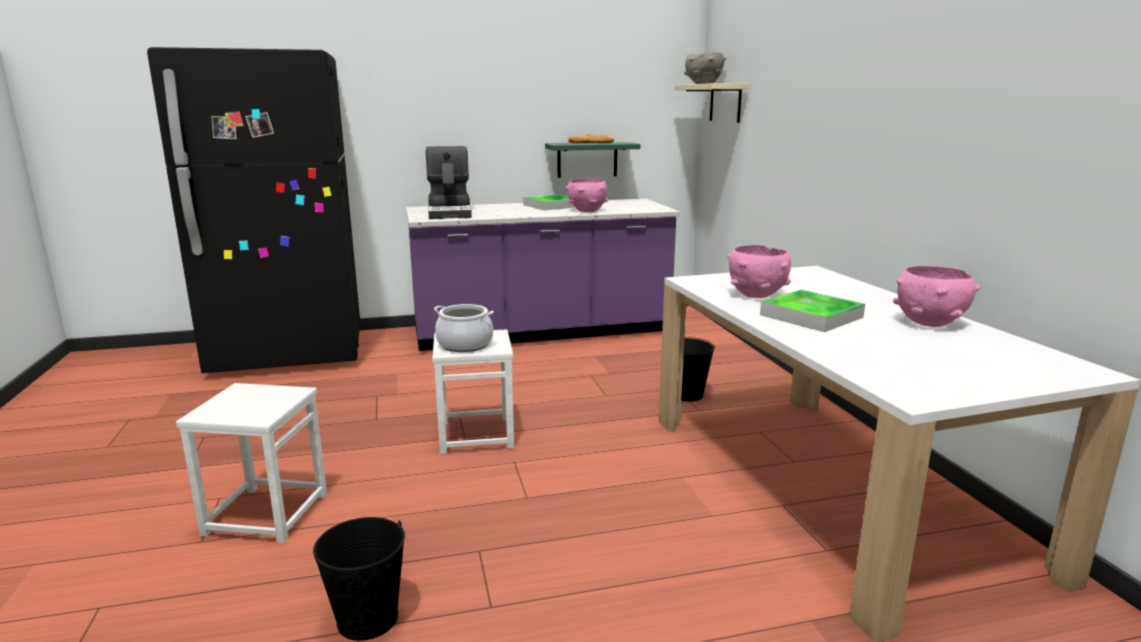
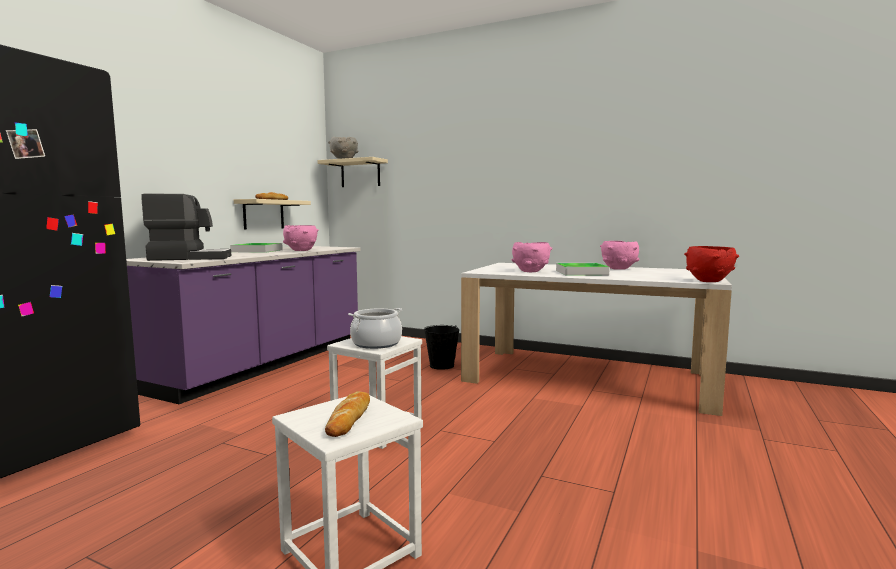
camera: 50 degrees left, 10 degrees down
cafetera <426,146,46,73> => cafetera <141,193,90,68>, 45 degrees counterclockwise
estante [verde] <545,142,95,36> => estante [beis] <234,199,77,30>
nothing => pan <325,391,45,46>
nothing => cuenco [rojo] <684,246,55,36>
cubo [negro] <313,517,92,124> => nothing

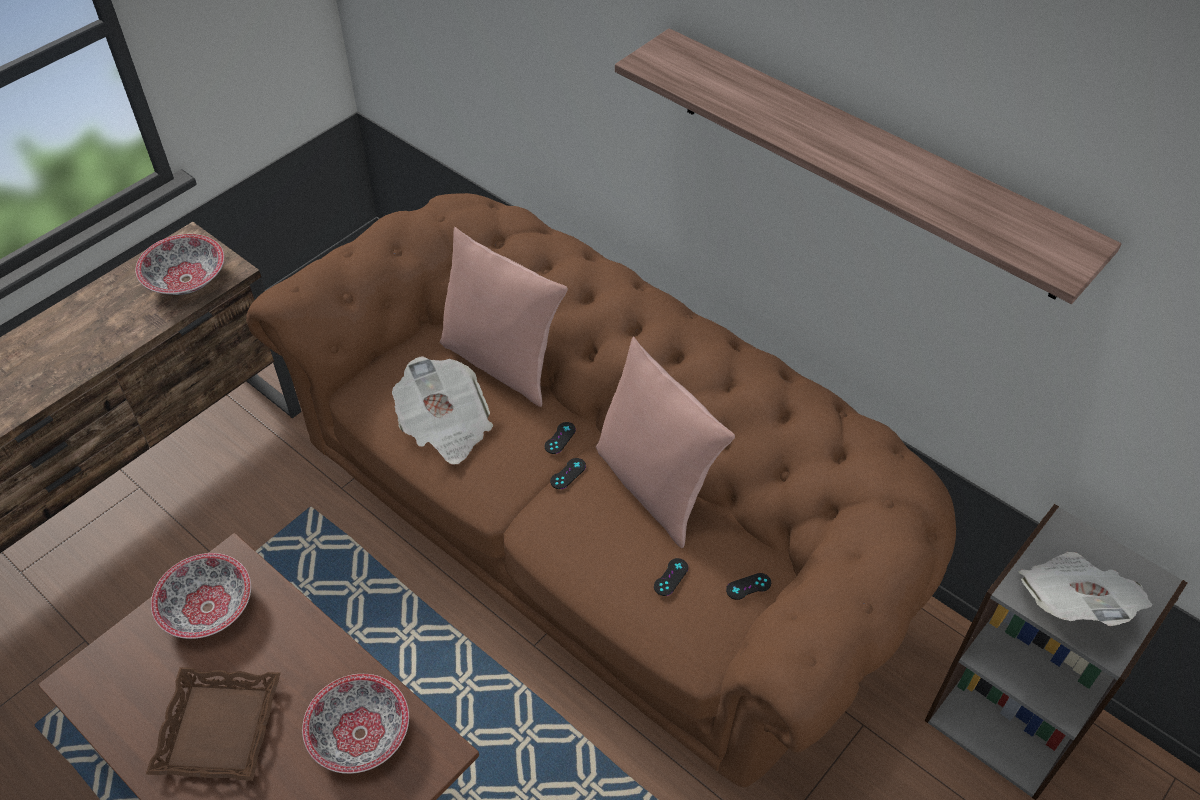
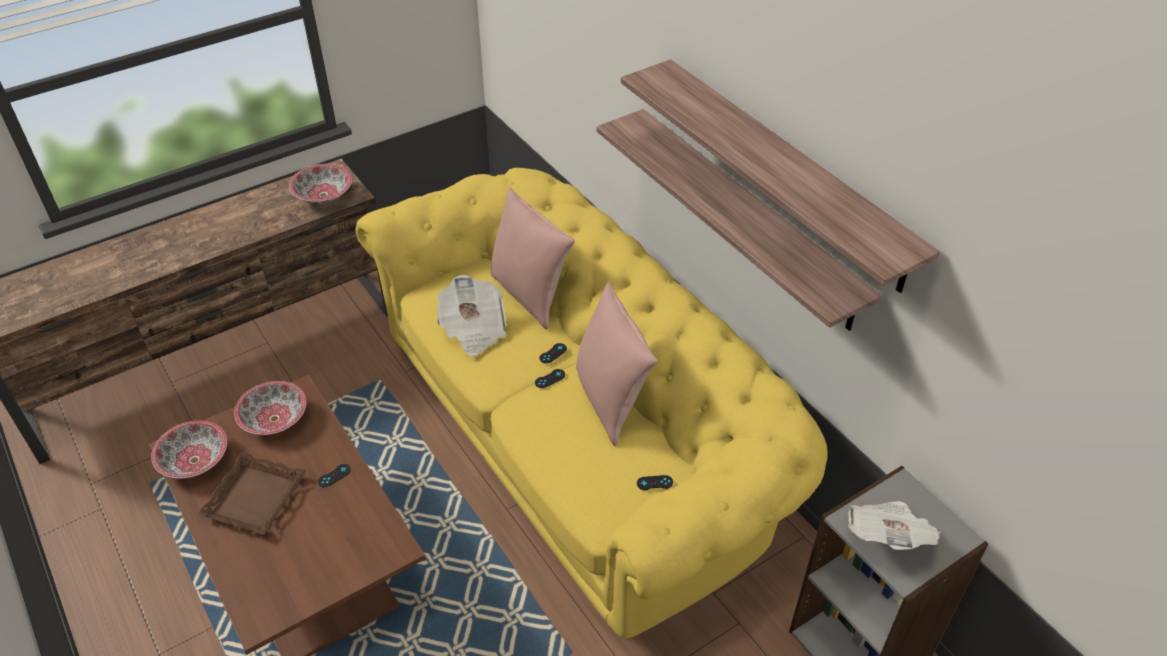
camera: 15 degrees right, 5 degrees down
cuenco <302,674,107,100> => cuenco <151,421,76,58>, relocated
mando de consola [negro] <654,558,34,38> => mando de consola [negro] <318,464,33,23>, relocated
sofá [marrón] <246,193,710,594> => sofá [amarillo] <355,168,472,471>
nothing => estante <597,109,285,222>

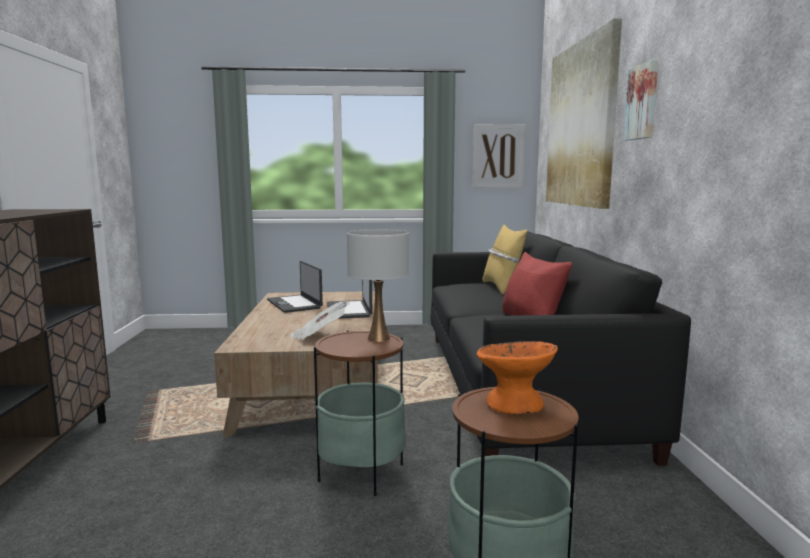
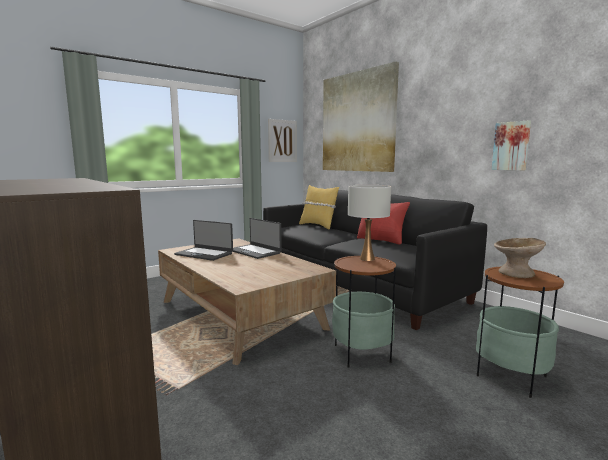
camera: 35 degrees left, 0 degrees up
cuadro <624,60,35,81> => cuadro <492,120,39,50>, relocated
cuenco [naranja] <477,341,81,74> => cuenco [beis] <494,238,52,40>
periódico <290,301,60,39> => nothing

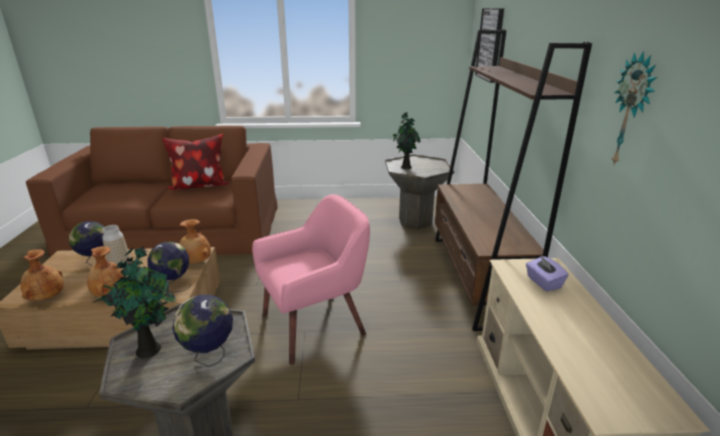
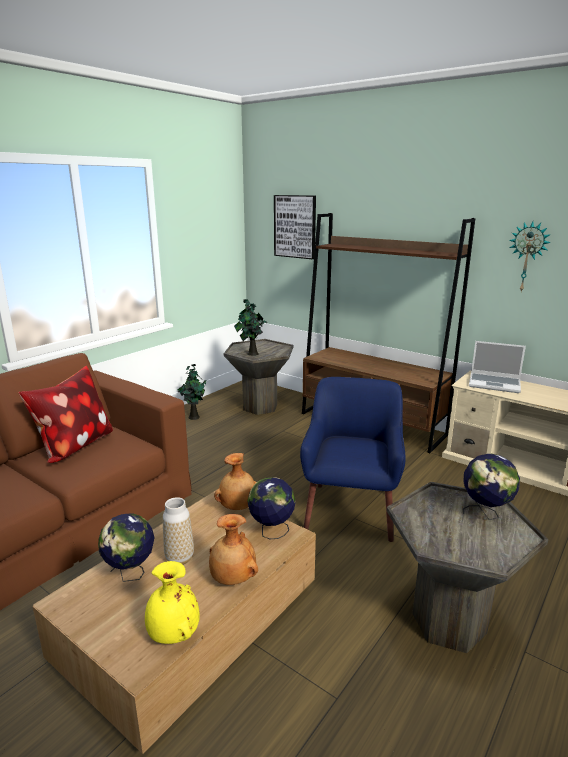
camera: 50 degrees left, 5 degrees down
florero [marrón] <20,249,44,52> => florero [amarillo] <145,561,55,83>
planta en maceta <92,247,84,111> => planta en maceta <178,364,28,56>, relocated
sillón [rosa] <252,194,118,171> => sillón [azul] <300,377,106,165>
caja de pañuelos [morado] <526,256,42,35> => portátil <469,341,57,52>

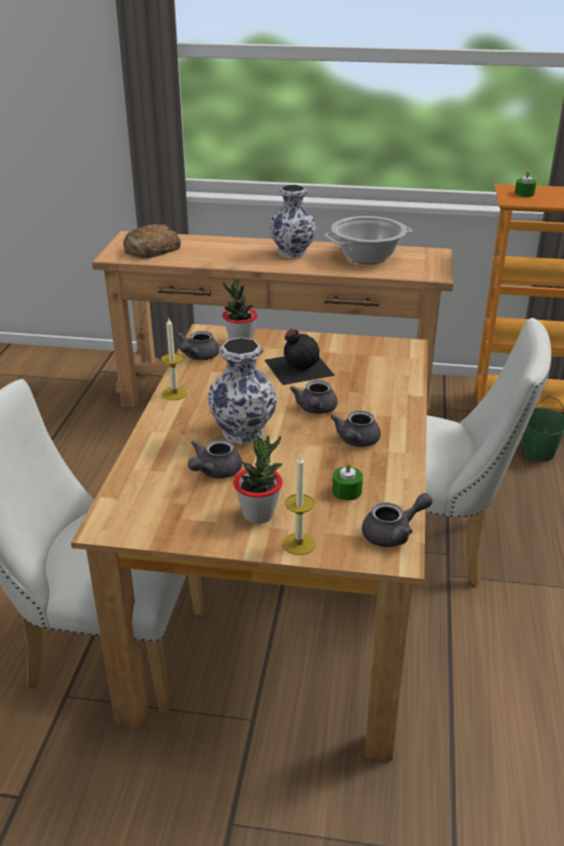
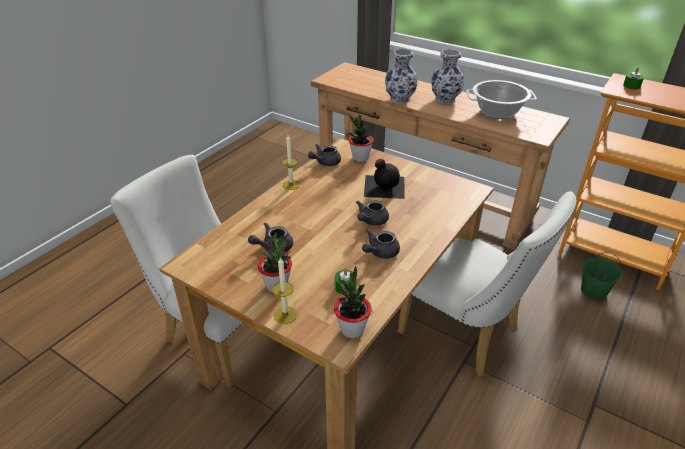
camera: 25 degrees right, 5 degrees up
tetera [gris] <362,493,70,54> => planta en maceta <334,266,37,72>
florero <207,337,70,108> => florero <385,49,33,55>, relocated
pan <123,224,58,35> => nothing

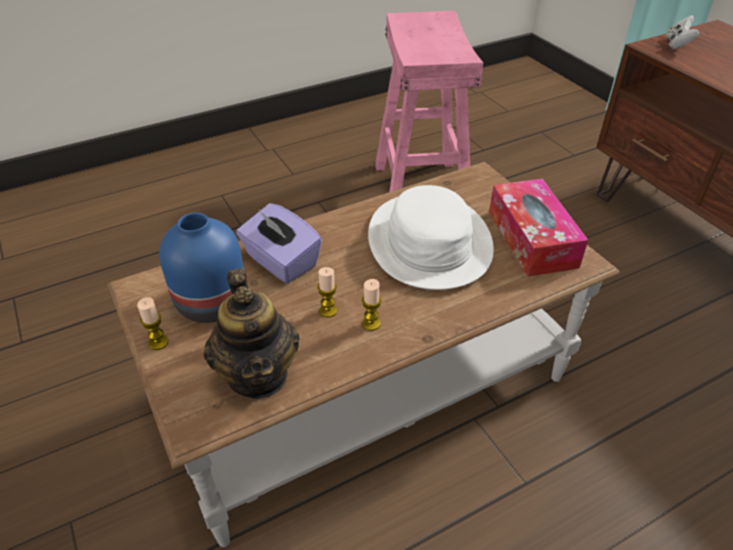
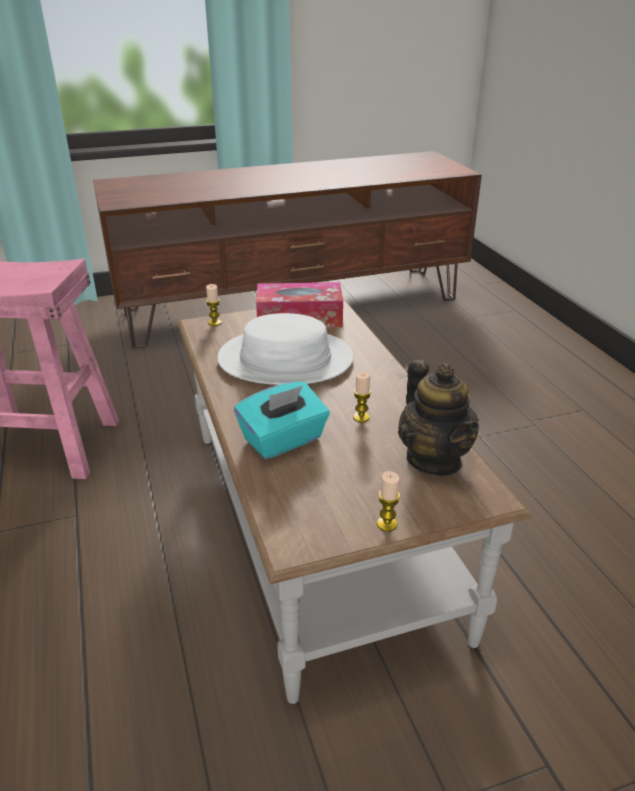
camera: 80 degrees left, 10 degrees down
vela <362,279,19,52> => vela <206,284,16,42>, relocated
caja de pañuelos [morado] <236,203,86,80> => caja de pañuelos [turquesa] <234,382,96,77>
tetera <204,269,96,130> => tetera <398,360,81,116>, 75 degrees clockwise
florero [azul] <159,213,85,110> => nothing
mando de consola [blanco] <666,15,34,34> => nothing

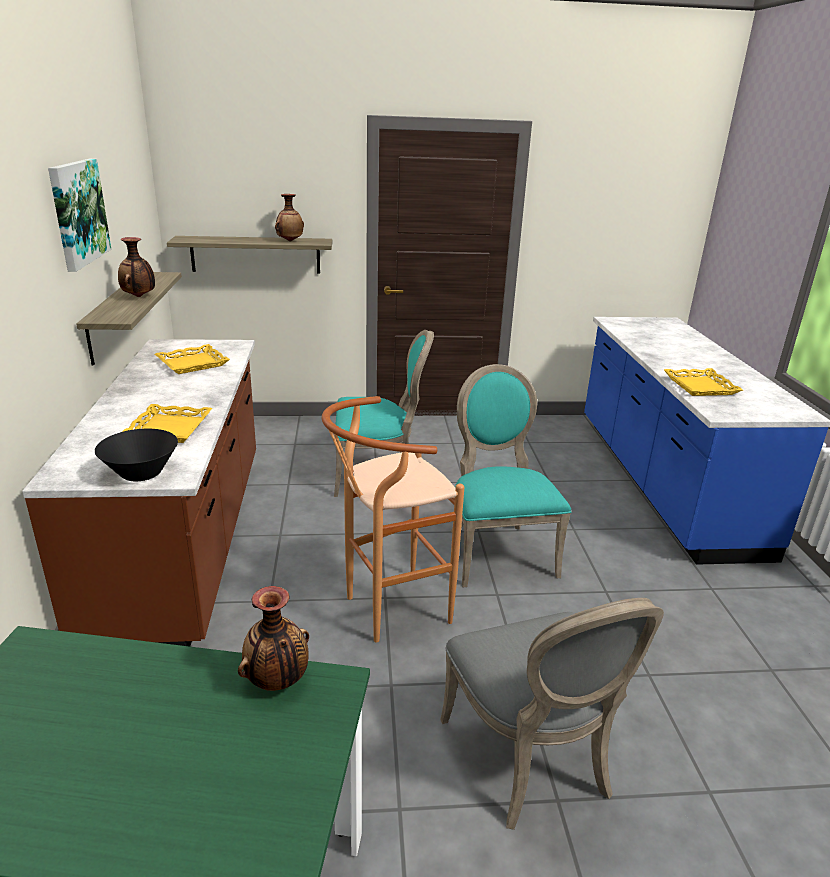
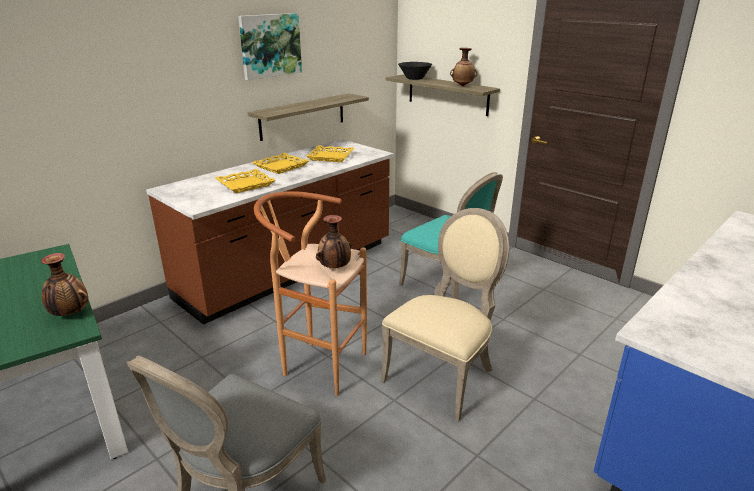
camera: 50 degrees right, 0 degrees up
bandeja [amarillo] <664,368,79,28> => bandeja [amarillo] <252,153,58,21>, relocated
florero <118,237,37,60> => florero <316,215,35,53>, relocated
silla [turquesa] <451,364,120,223> => silla [beis] <381,208,129,214>
cuenco [negro] <95,429,83,52> => cuenco [negro] <398,62,34,18>, relocated

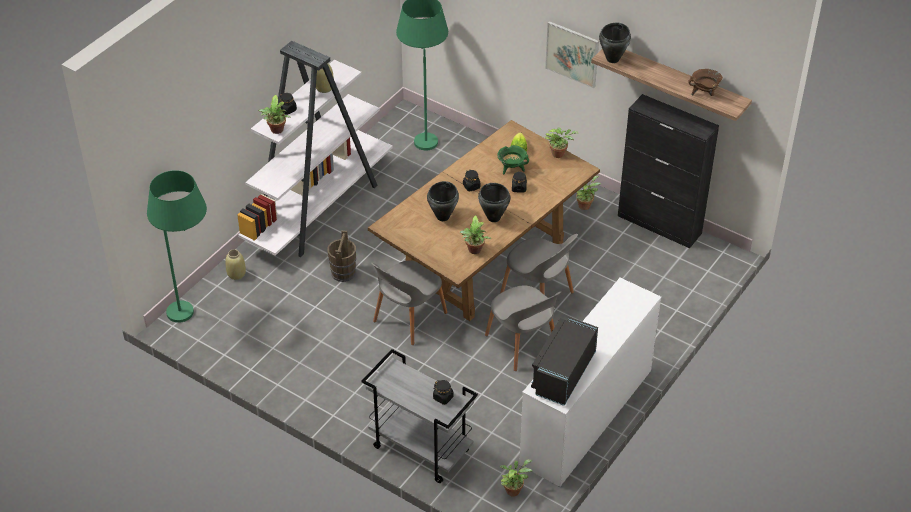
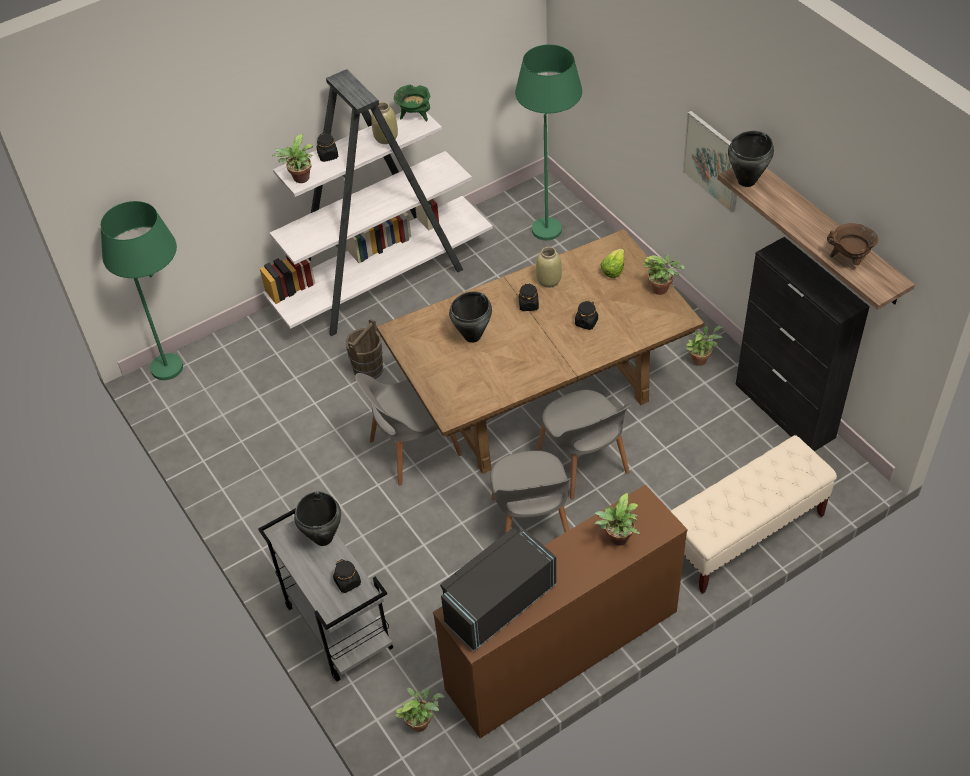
camera: 25 degrees right, 5 degrees up
olla [negro] <478,183,33,39> => olla [negro] <294,491,47,55>, relocated
olla [verde] <497,145,32,29> => olla [verde] <394,85,36,36>, relocated
cómoda [blanco] <519,278,142,209> => cómoda [marrón] <433,485,255,253>
florero [beis] <225,249,21,31> => florero [beis] <536,247,26,41>, relocated
planta en maceta <459,215,32,39> => planta en maceta <594,493,46,52>, relocated
nothing => banco [beis] <671,435,166,159>

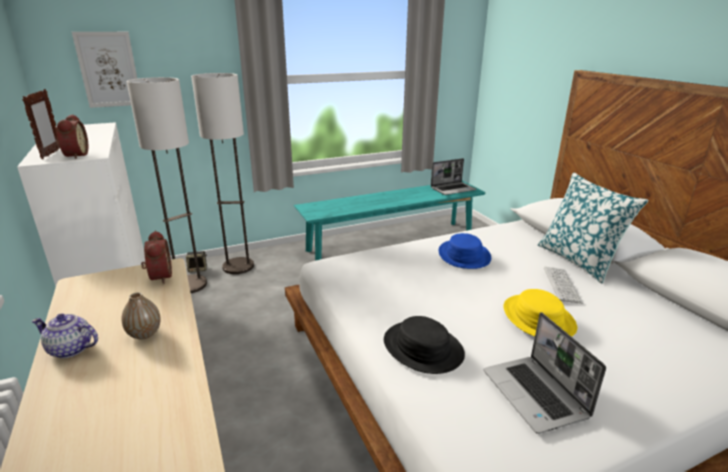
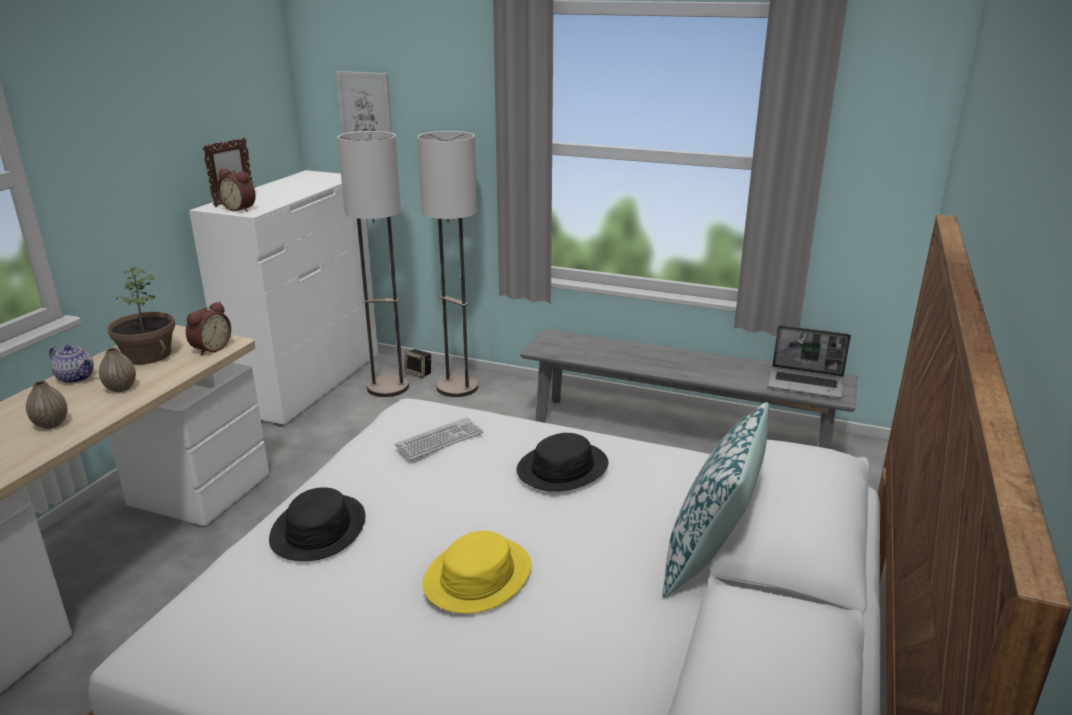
camera: 45 degrees right, 0 degrees up
nothing => florero <26,380,42,49>
tetera <32,313,66,45> => tetera <49,345,45,38>, 150 degrees clockwise
nothing => planta en maceta <107,267,68,97>
despertador <55,114,33,45> => despertador <217,169,39,43>, 90 degrees clockwise
teclado <544,267,40,37> => teclado <395,417,88,43>, relocated
sombrero [azul] <439,233,52,36> => sombrero [negro] <516,433,92,59>
banco [turquesa] <294,181,192,80> => banco [gris] <520,329,338,120>
portátil <484,312,122,122> => nothing

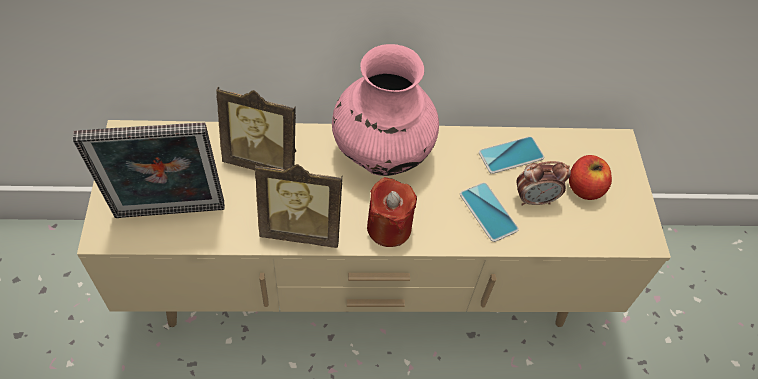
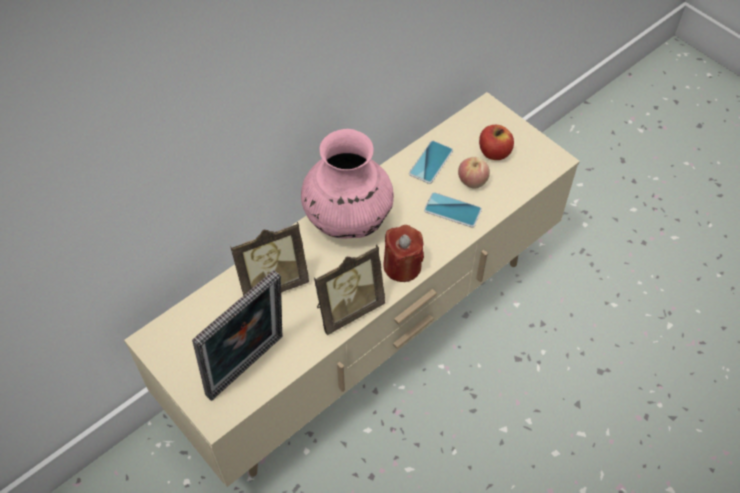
camera: 35 degrees left, 0 degrees up
despertador <516,161,55,45> => manzana <458,157,32,32>

